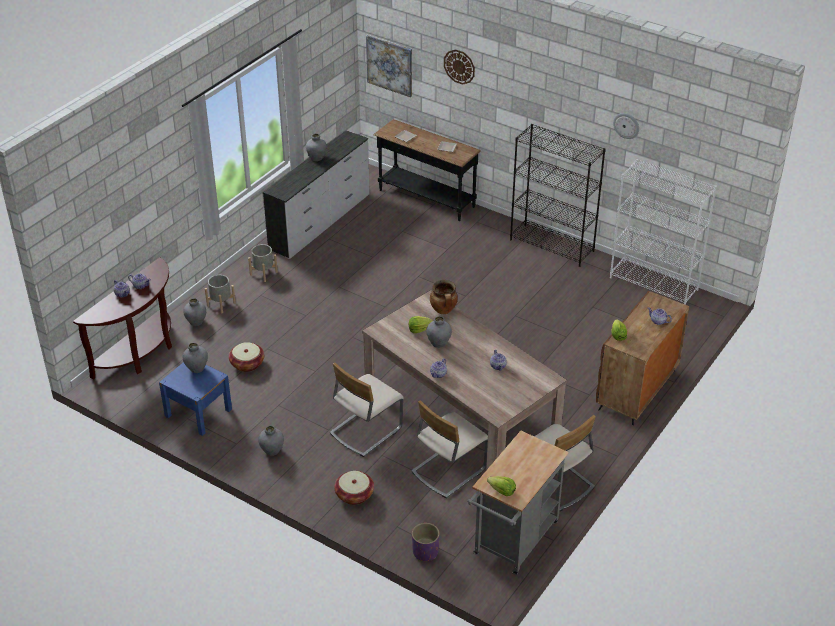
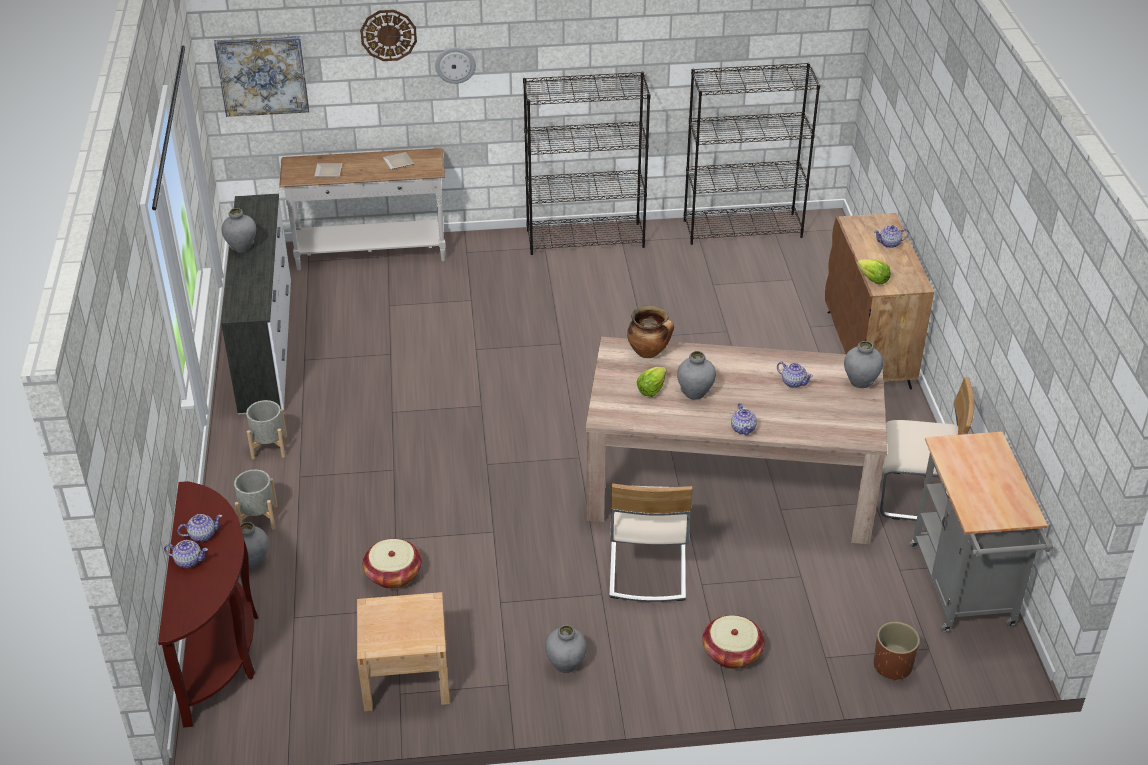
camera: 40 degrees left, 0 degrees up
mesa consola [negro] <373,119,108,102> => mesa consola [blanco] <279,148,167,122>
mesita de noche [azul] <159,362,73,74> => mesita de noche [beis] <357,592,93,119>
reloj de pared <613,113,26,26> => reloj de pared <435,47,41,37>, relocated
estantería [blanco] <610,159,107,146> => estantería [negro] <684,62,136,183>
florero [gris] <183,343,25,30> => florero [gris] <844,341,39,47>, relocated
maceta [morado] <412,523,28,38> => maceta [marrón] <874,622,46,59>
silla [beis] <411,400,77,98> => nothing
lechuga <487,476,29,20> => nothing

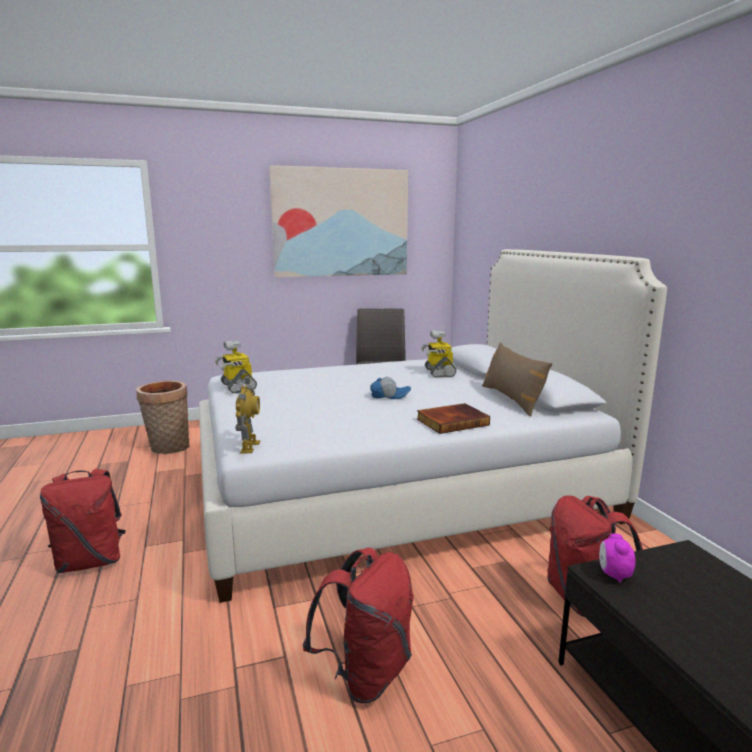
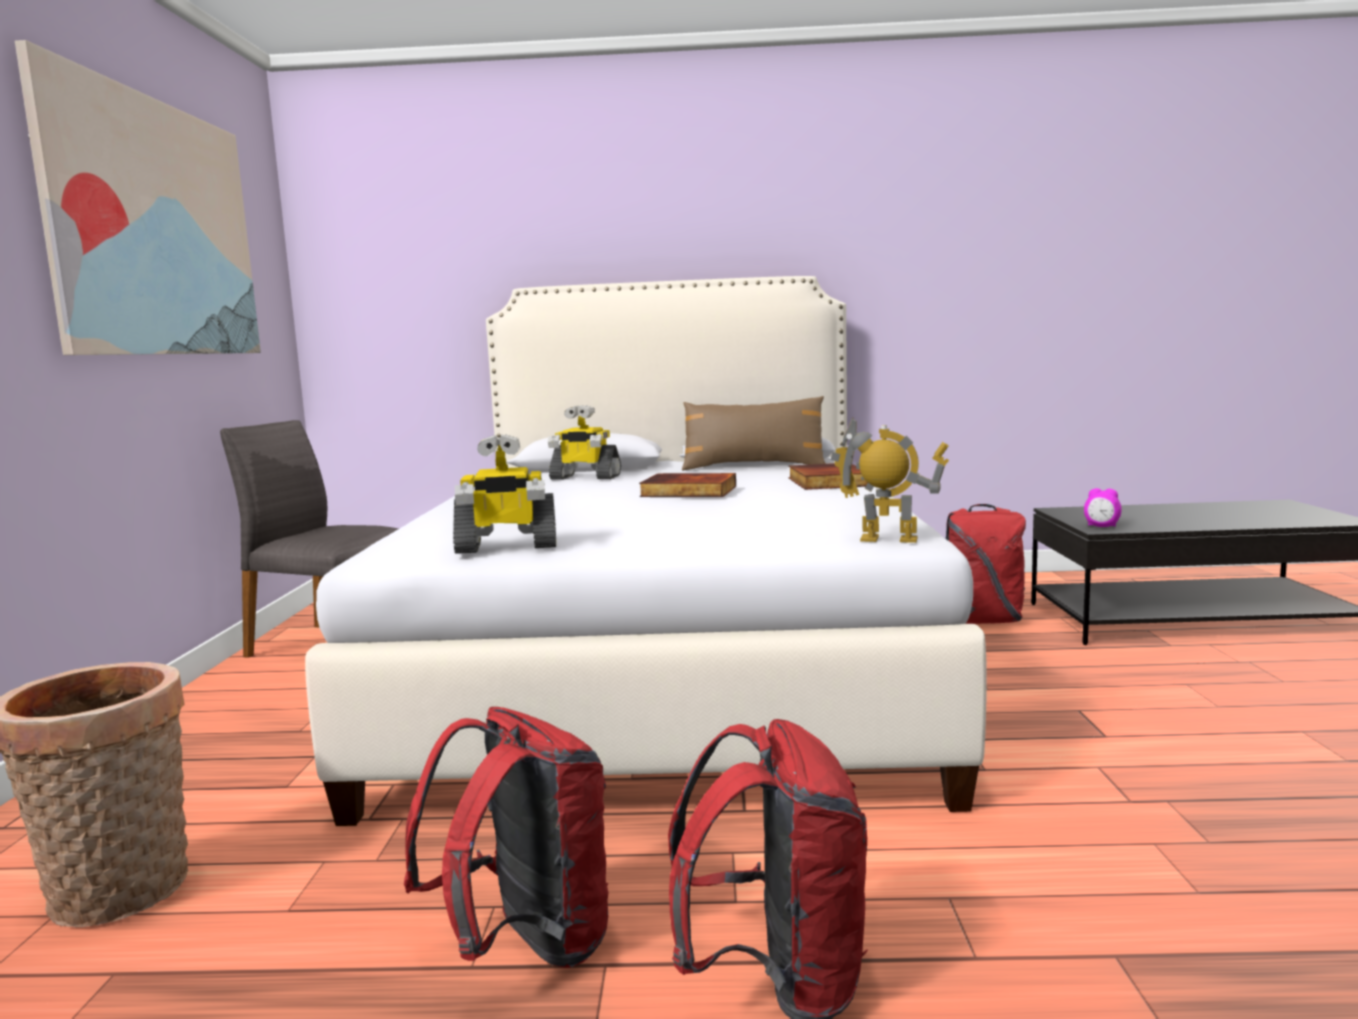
camera: 70 degrees left, 5 degrees down
mochila [rojo] <303,547,111,156> => mochila [rojo] <404,707,205,261>, relocated
gorra <370,377,41,22> => libro <639,473,97,24>

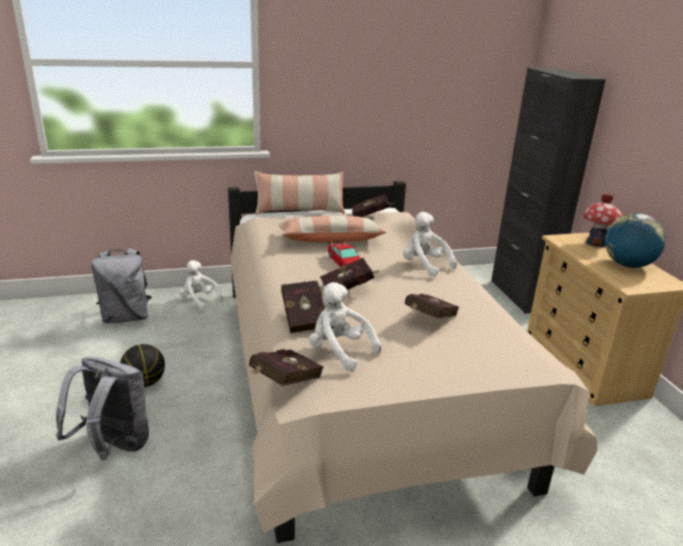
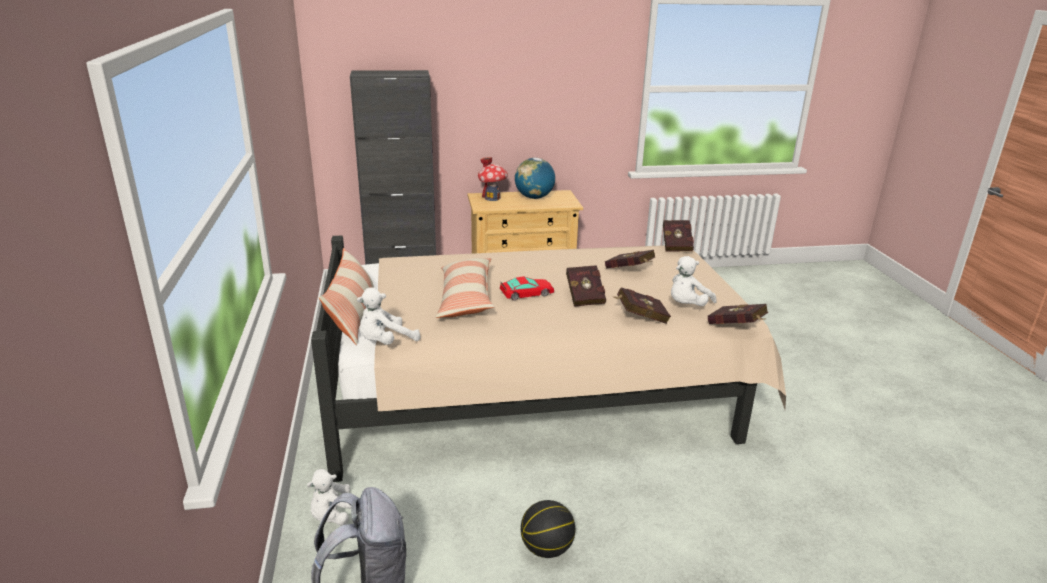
camera: 85 degrees left, 0 degrees up
peluche [blanco] <403,212,54,65> => peluche [blanco] <357,287,63,58>, relocated
libro [rojo] <352,194,42,23> => libro [rojo] <663,220,31,32>, relocated
mochila [gris] <56,357,93,103> => nothing

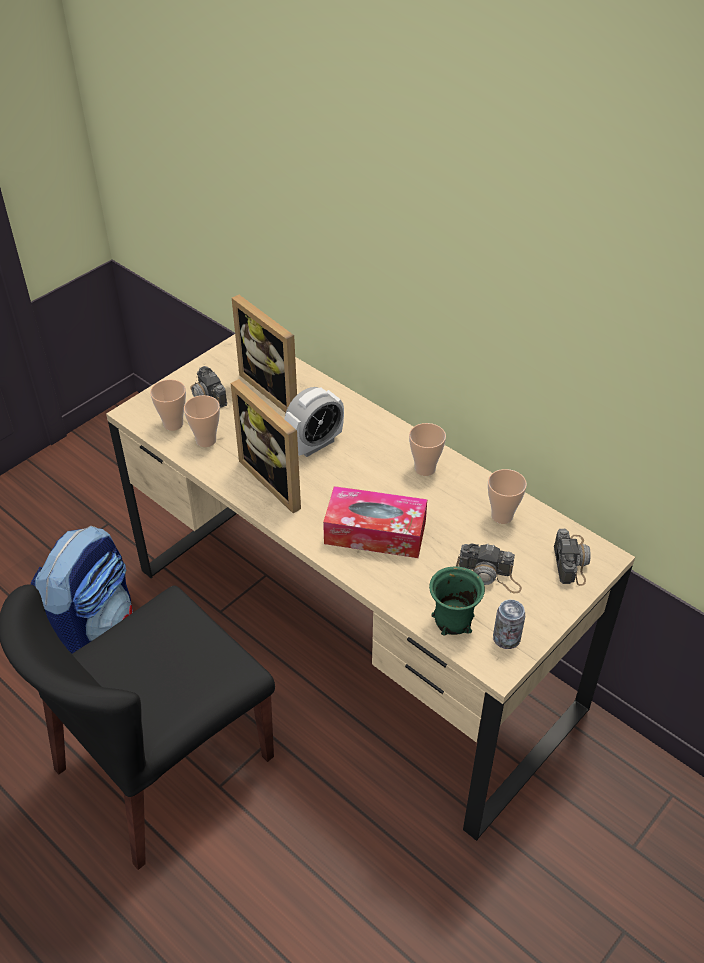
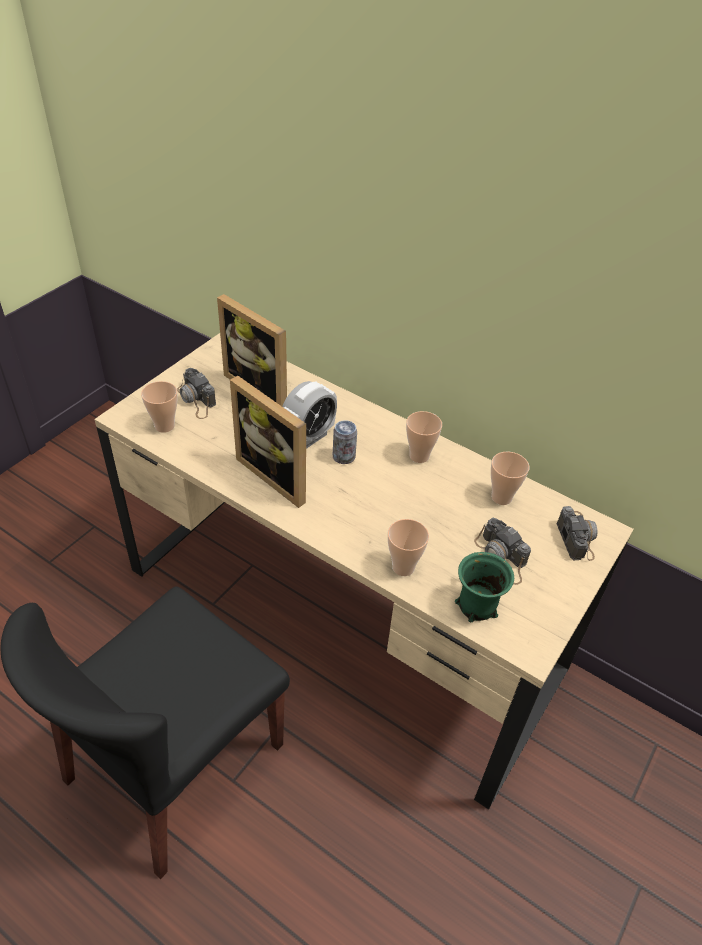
camera: 10 degrees left, 0 degrees up
lata <493,600,32,49> => lata <333,420,24,44>, relocated
taza <184,395,36,52> => taza <388,519,41,57>, relocated
cámara <456,543,66,50> => cámara <474,518,57,67>, 45 degrees clockwise
mochila <31,526,102,128> => nothing
caja de pañuelos <323,486,104,72> => nothing

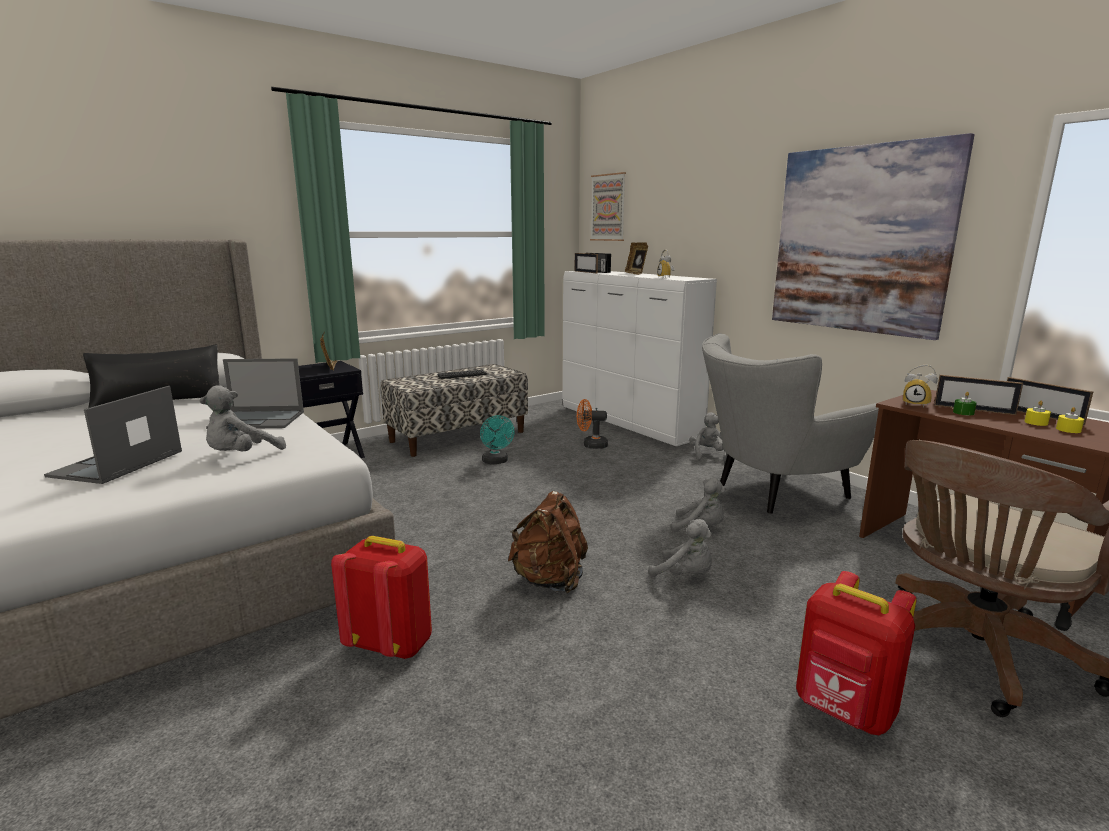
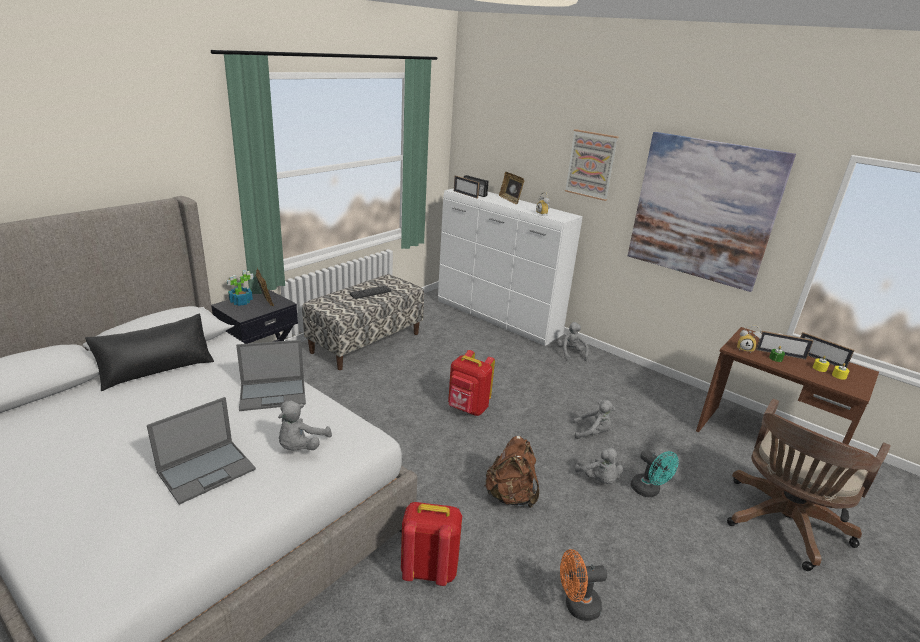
camera: 15 degrees left, 10 degrees up
portátil <44,386,138,98> => portátil <147,397,109,108>, 135 degrees counterclockwise
nothing => planta en maceta <227,270,26,36>
mochila [rojo] <796,571,121,164> => mochila [rojo] <448,350,47,66>, relocated
ventilador [naranja] <577,399,31,50> => ventilador [naranja] <560,549,47,72>, relocated
cuadro <590,172,36,69> => cuadro <565,129,53,72>, relocated
peluche [gris] <649,519,63,58> => peluche [gris] <575,447,48,37>, 45 degrees clockwise
ventilador [turquesa] <480,415,35,49> => ventilador [turquesa] <631,449,48,48>, relocated
sillón [gris] <702,333,177,182> => nothing

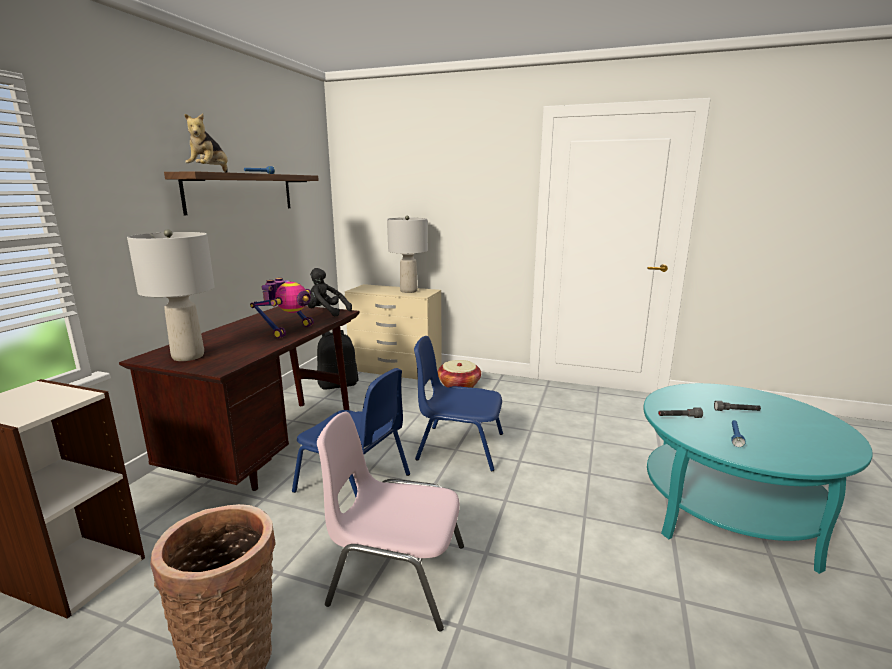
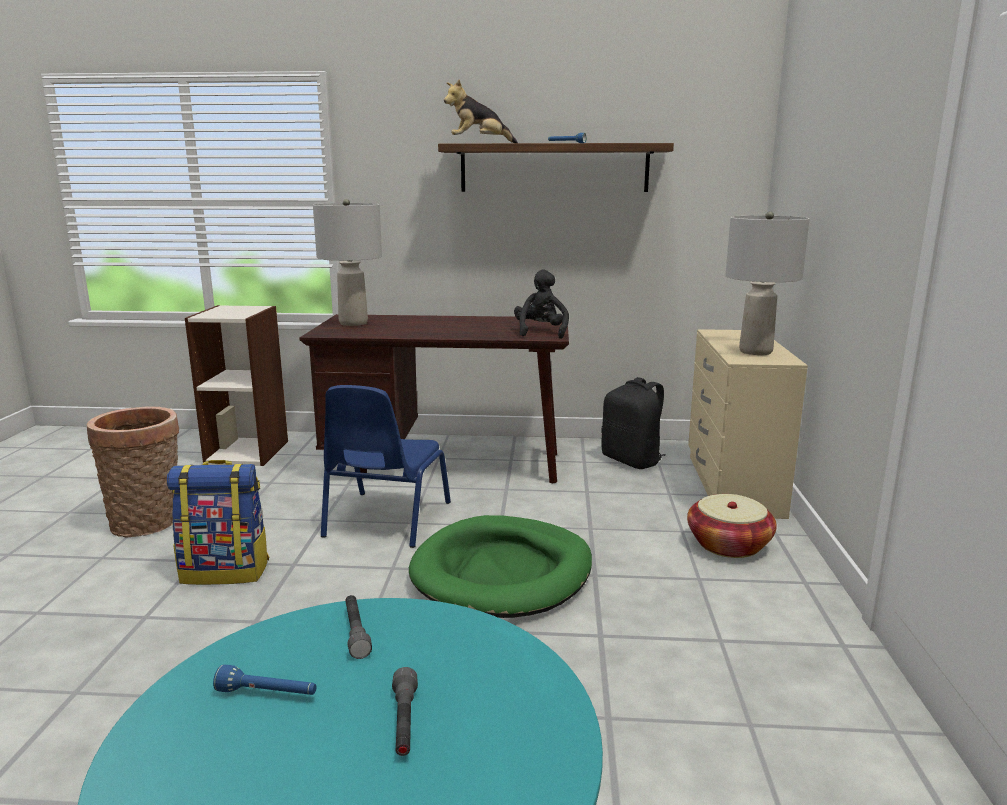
camera: 75 degrees right, 0 degrees up
silla [rosa] <317,412,147,220> => mochila <167,460,102,125>
silla [azul] <414,336,89,135> => cama para perro [verde] <409,515,183,103>
robot de juguete <250,278,64,61> => nothing

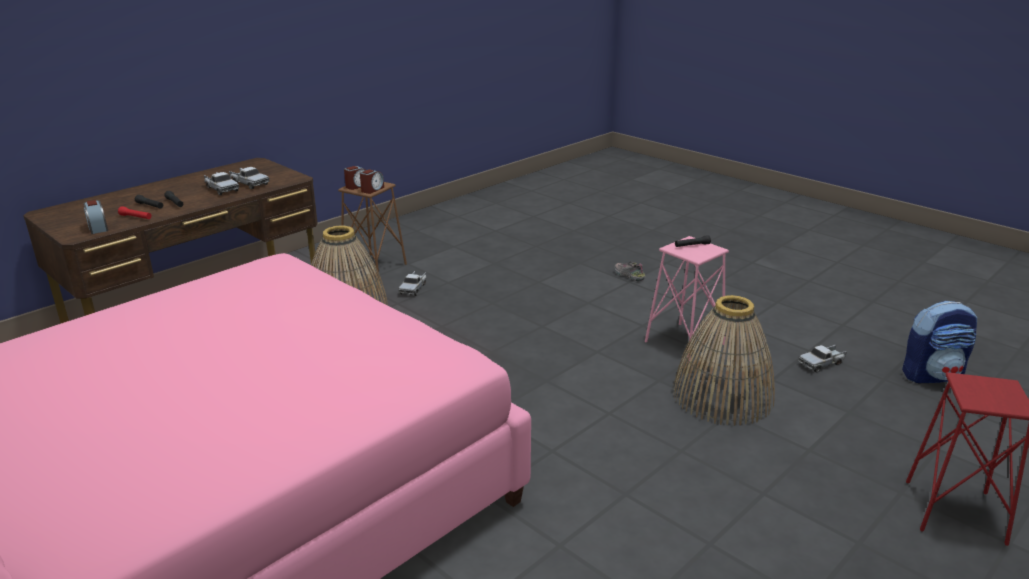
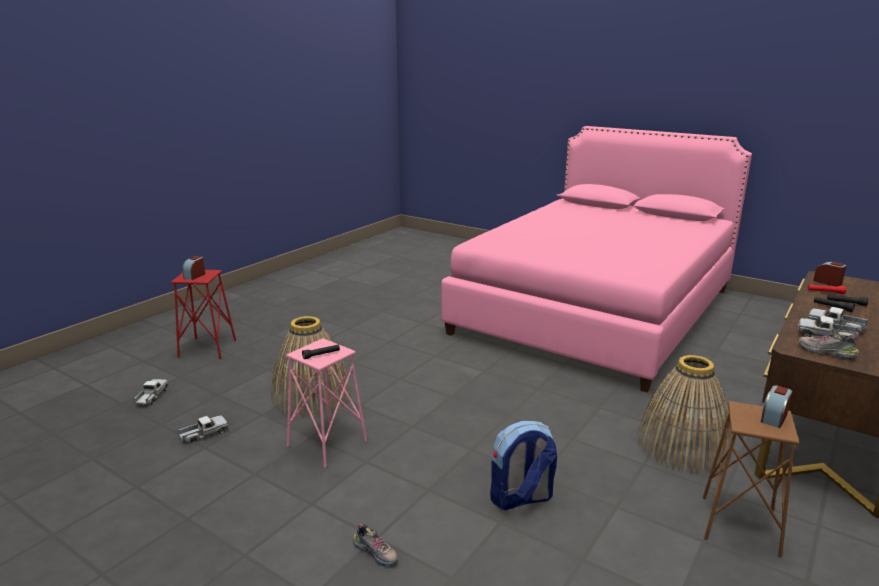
camera: 170 degrees right, 5 degrees down
camión de juguete <398,271,29,25> => camión de juguete <134,379,34,25>, relocated
despertador <360,169,24,25> => despertador <182,256,23,24>, relocated
mochila <902,301,75,82> => mochila <490,421,67,89>, relocated
nothing => zapato <799,333,60,27>

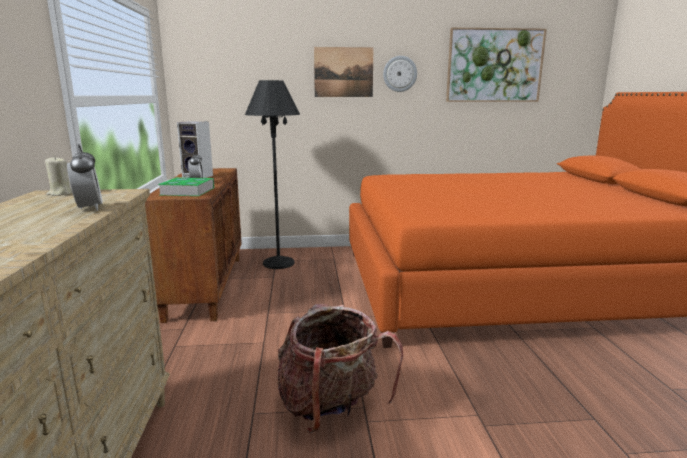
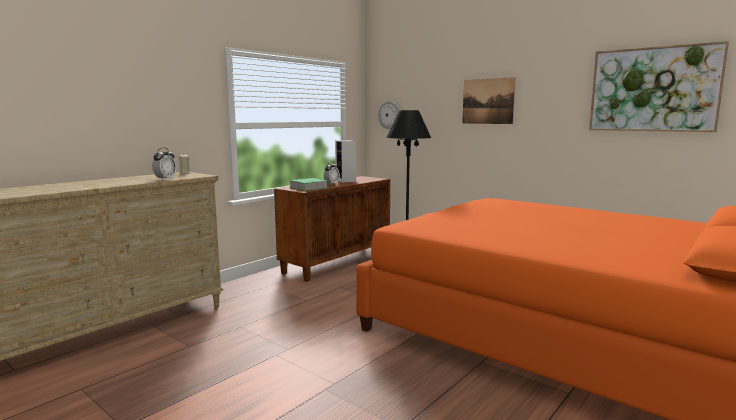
camera: 45 degrees right, 5 degrees down
reloj de pared <383,56,34,36> => reloj de pared <378,101,21,28>, relocated
mochila <277,304,126,129> => nothing

